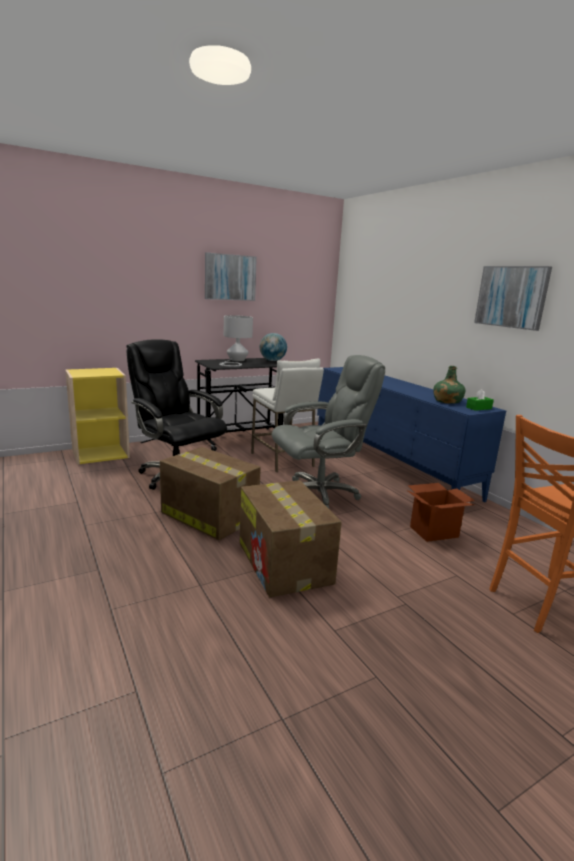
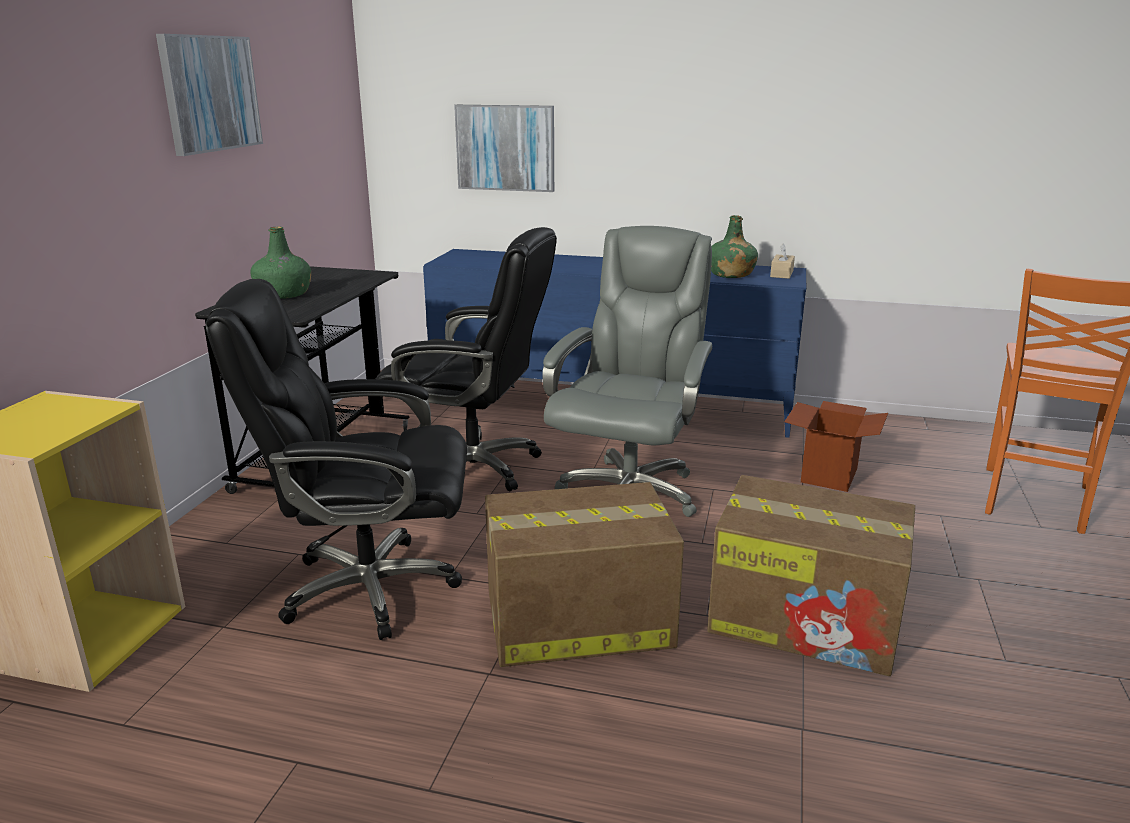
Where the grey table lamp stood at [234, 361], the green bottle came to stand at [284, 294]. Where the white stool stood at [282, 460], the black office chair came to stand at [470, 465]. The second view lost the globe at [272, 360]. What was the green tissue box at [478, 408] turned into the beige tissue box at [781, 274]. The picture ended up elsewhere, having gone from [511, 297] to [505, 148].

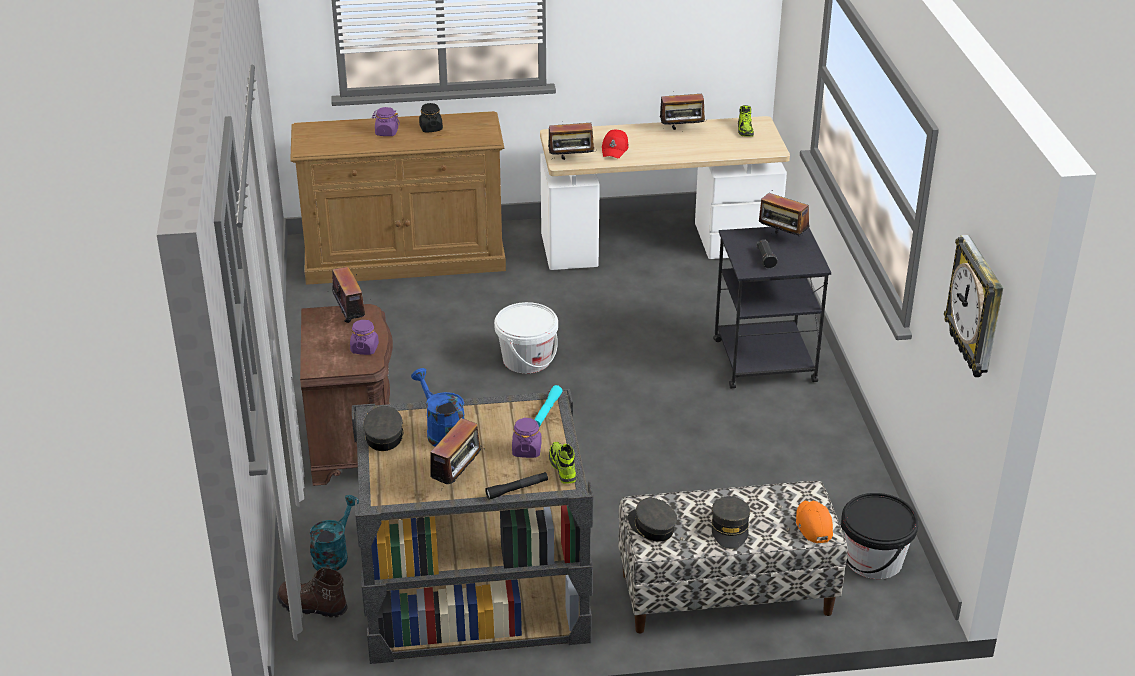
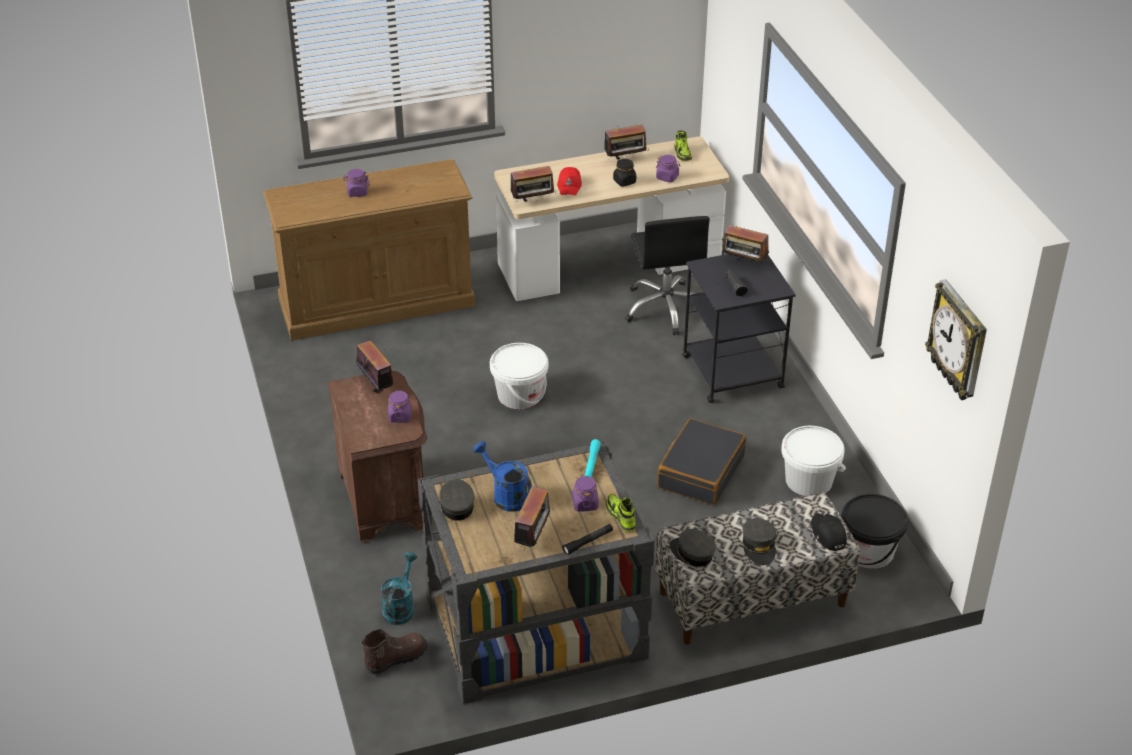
The brown boot at [312, 607] ended up facing another way, 135 degrees clockwise from before. The black jar ended up elsewhere, having gone from [431, 128] to [624, 181]. What was the orange cap at [813, 525] turned into the black cap at [827, 534]. The second view gained the black office chair at [666, 308]. The second view gained the purple jar at [667, 177]. The second view gained the black suitcase at [700, 472]. The second view gained the white bucket at [809, 480].

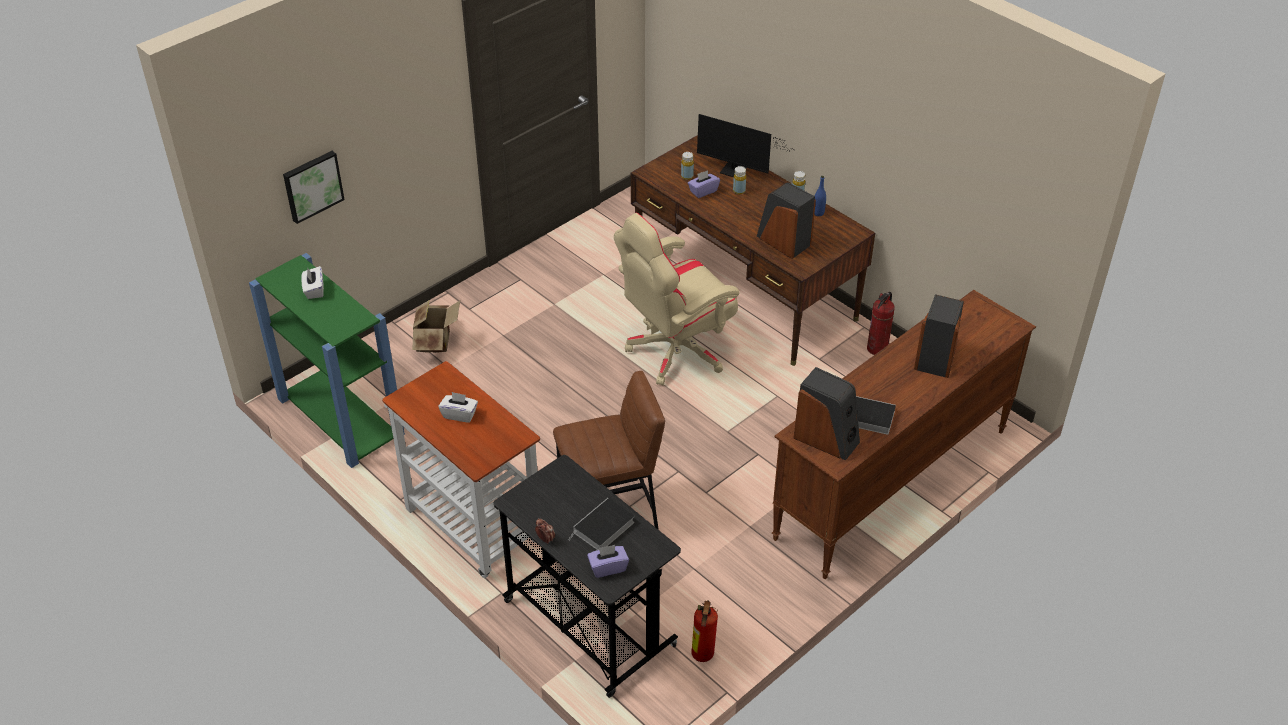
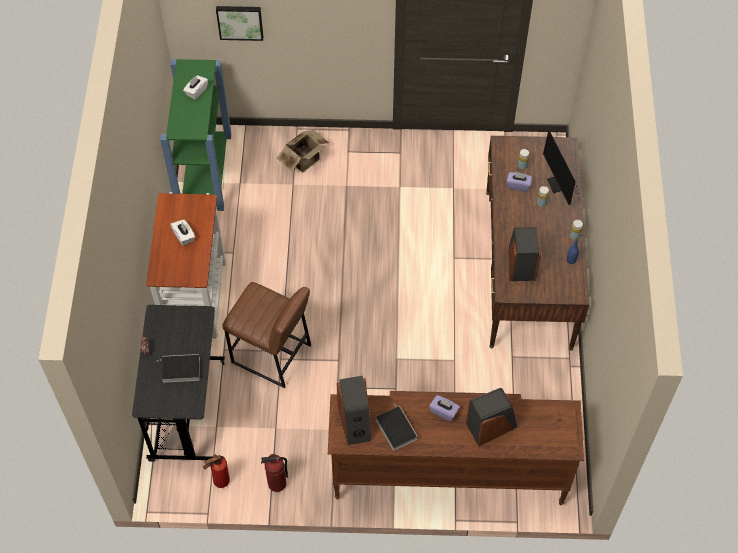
The purple tissue box ended up elsewhere, having gone from [608, 567] to [444, 411]. The second view lost the beige office chair at [677, 350]. The fire extinguisher ended up elsewhere, having gone from [877, 349] to [277, 483].

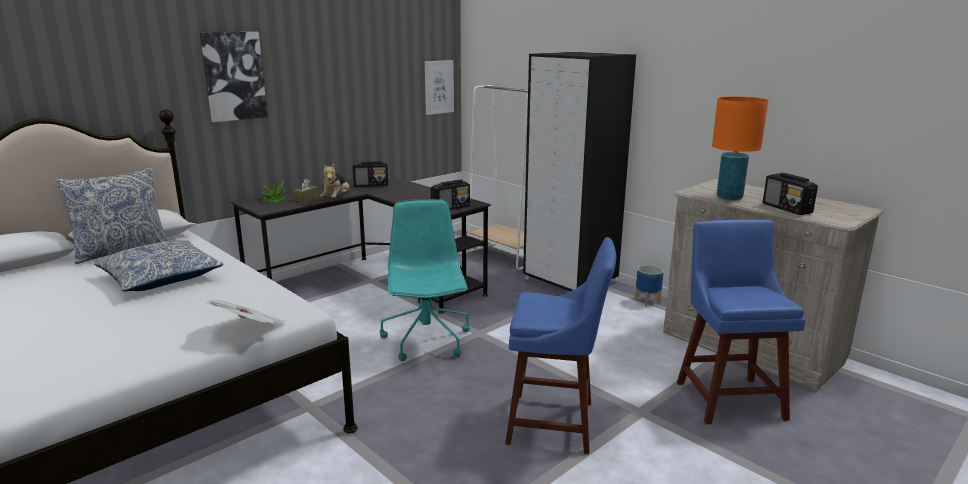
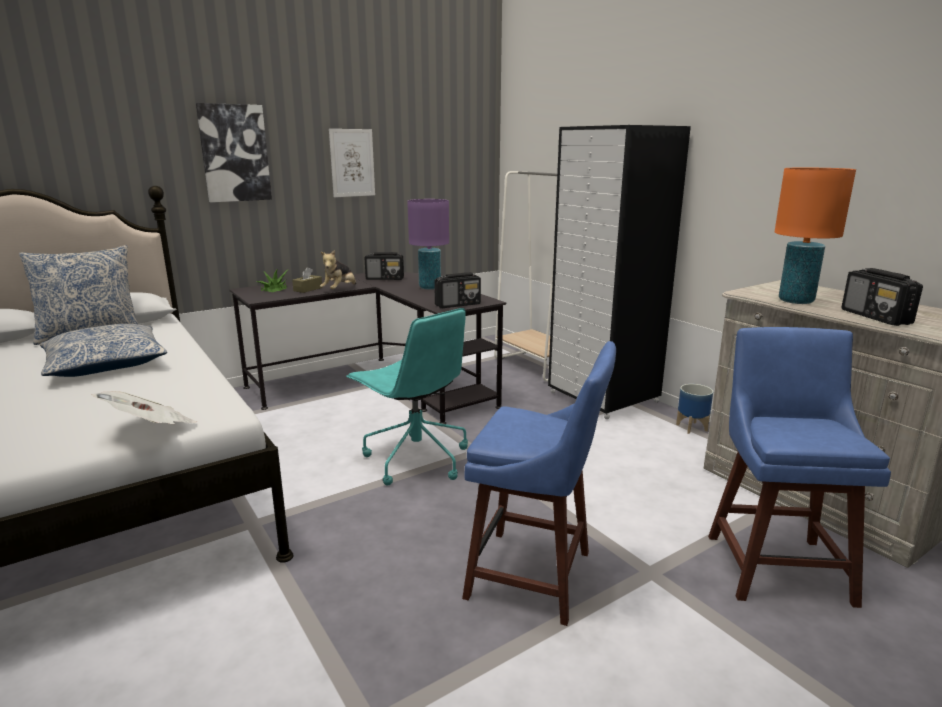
The turquoise office chair at [427, 343] ended up facing another way, 135 degrees clockwise from before. The picture ended up elsewhere, having gone from [439, 87] to [352, 163]. The second view gained the purple table lamp at [430, 287].

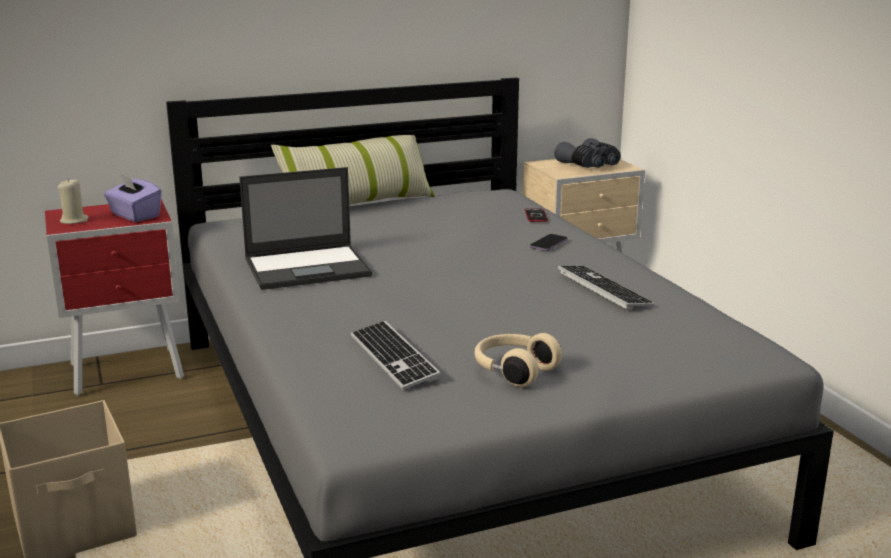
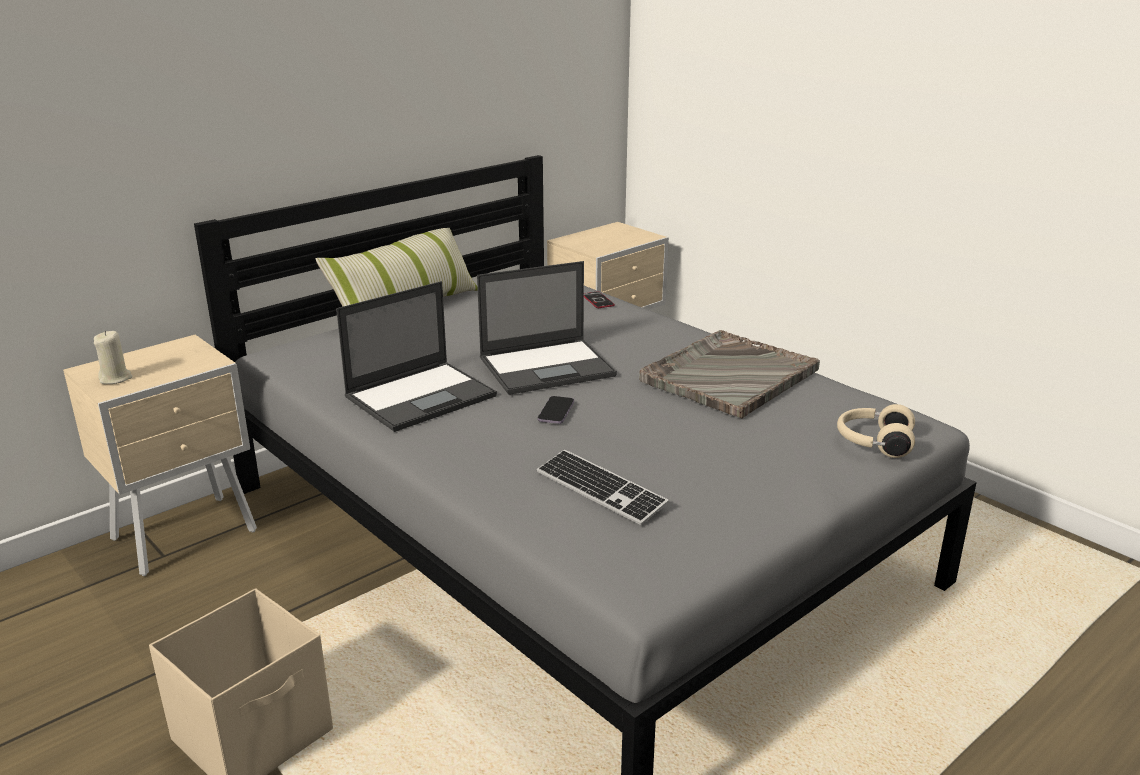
What was the red nightstand at [130, 372] turned into the beige nightstand at [188, 535]. The second view lost the purple tissue box at [134, 215]. The beige headphones ended up elsewhere, having gone from [513, 371] to [873, 443]. The phone ended up elsewhere, having gone from [548, 244] to [556, 412]. The second view lost the grey binoculars at [590, 165]. Where the keyboard stood at [604, 289], the grey tray came to stand at [728, 376]. The second view gained the laptop at [548, 366].

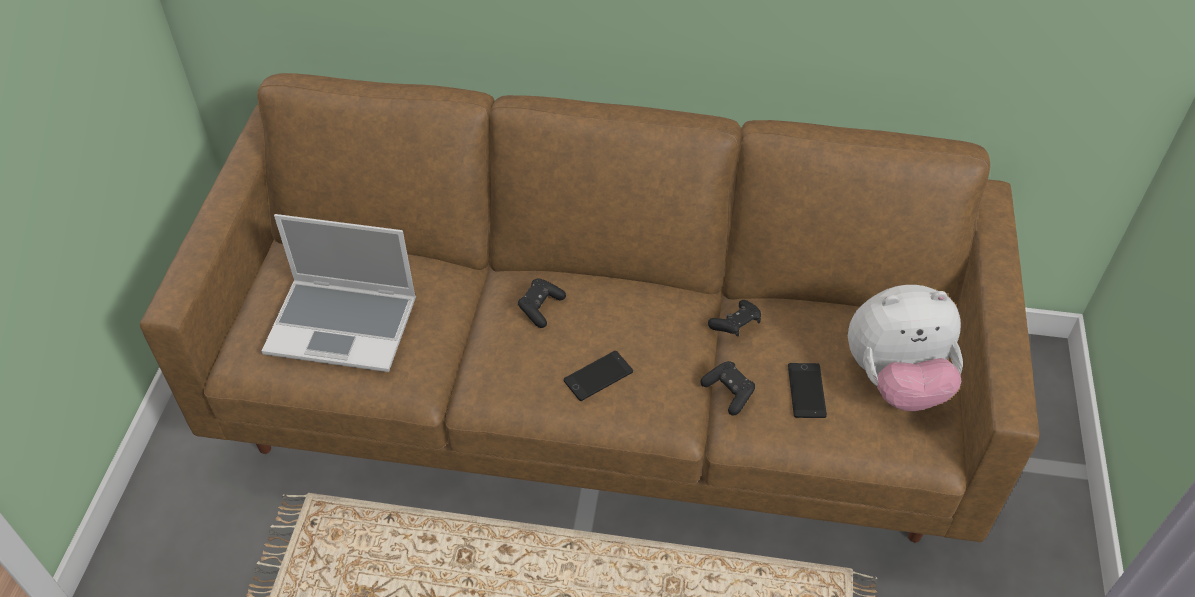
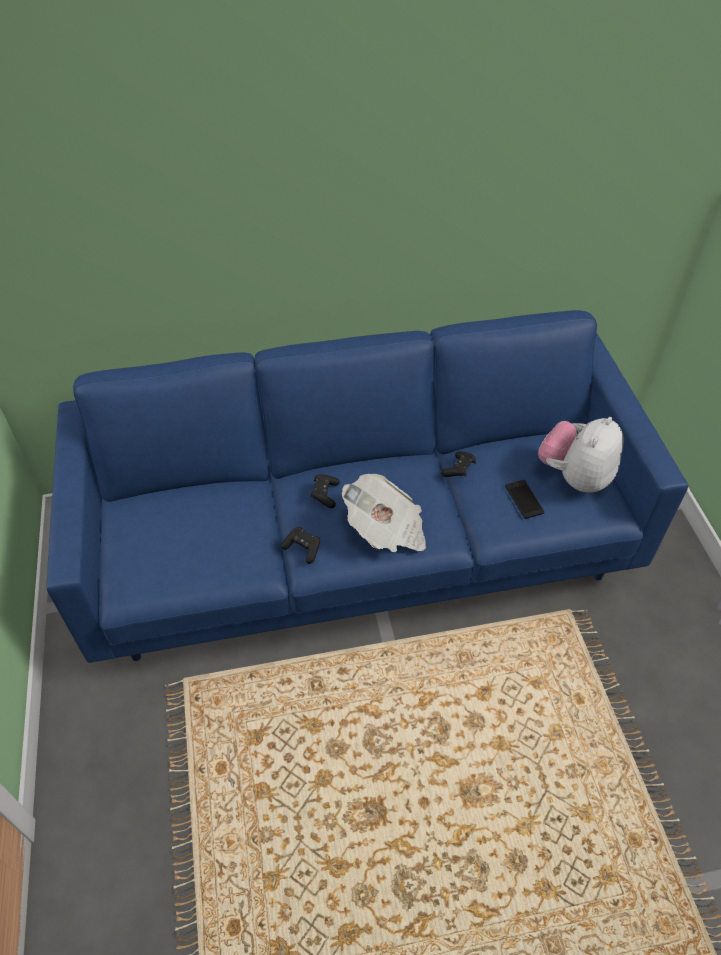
What was the brown sofa at [599, 399] turned into the blue sofa at [361, 549]. The second view lost the laptop at [344, 325]. Where the phone stood at [598, 376], the newspaper came to stand at [386, 529]. The black game controller ended up elsewhere, having gone from [729, 392] to [303, 548]. The plush toy at [896, 380] ended up facing another way, 150 degrees clockwise from before.

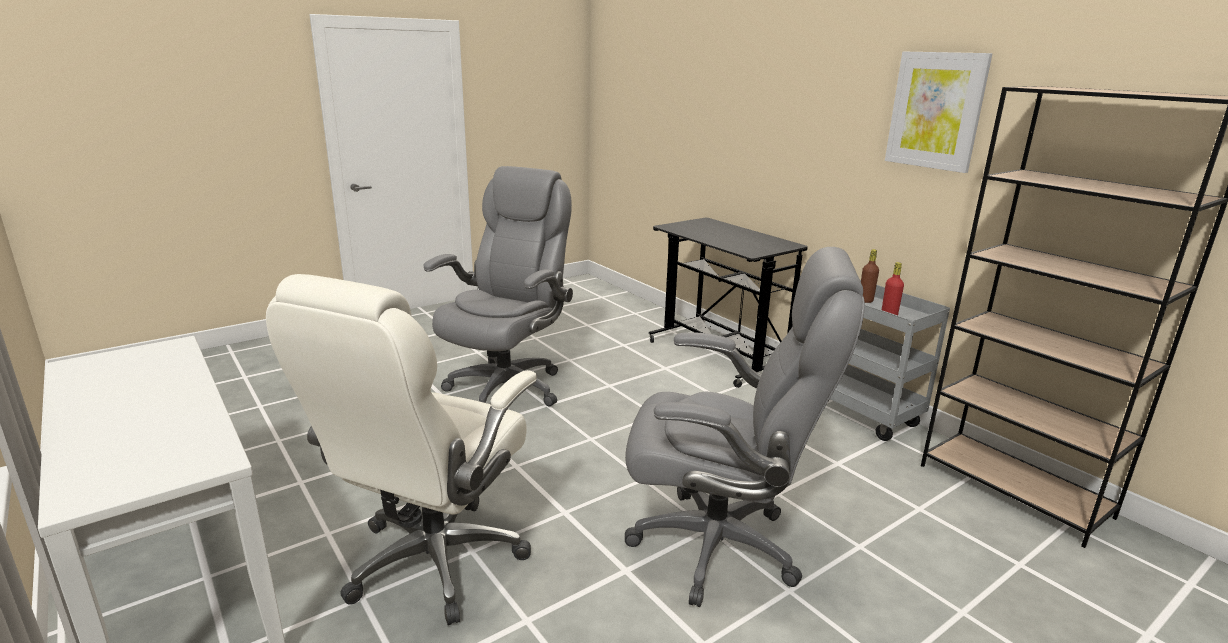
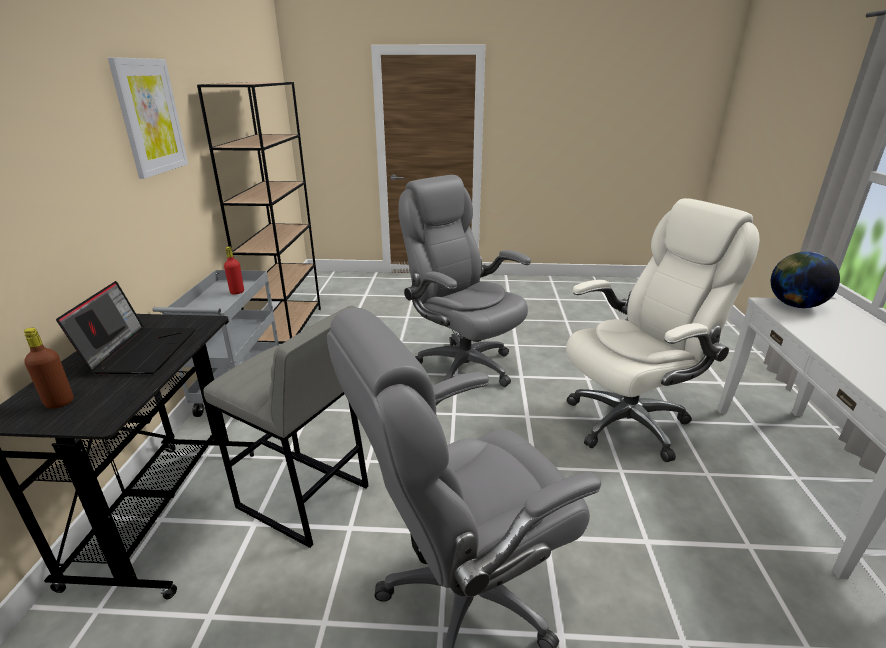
The brown bottle ended up elsewhere, having gone from [865, 300] to [59, 402]. The second view gained the laptop at [141, 350]. The second view gained the grey stool at [306, 498]. The second view gained the globe at [794, 305].

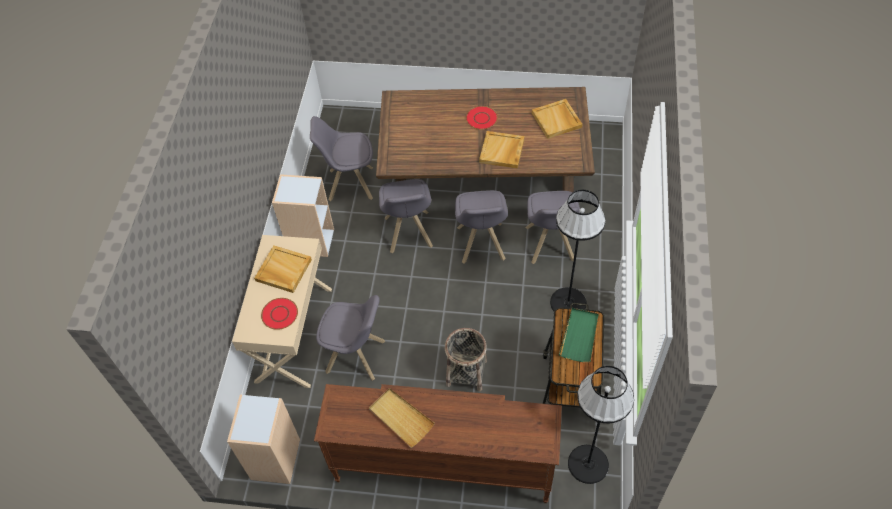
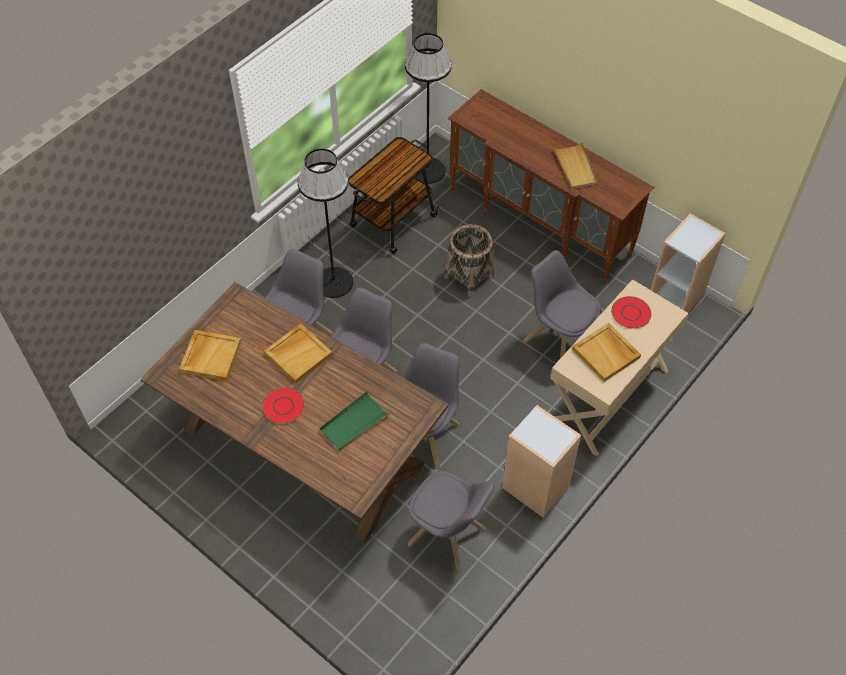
The green tray ended up elsewhere, having gone from [579, 336] to [353, 423].

